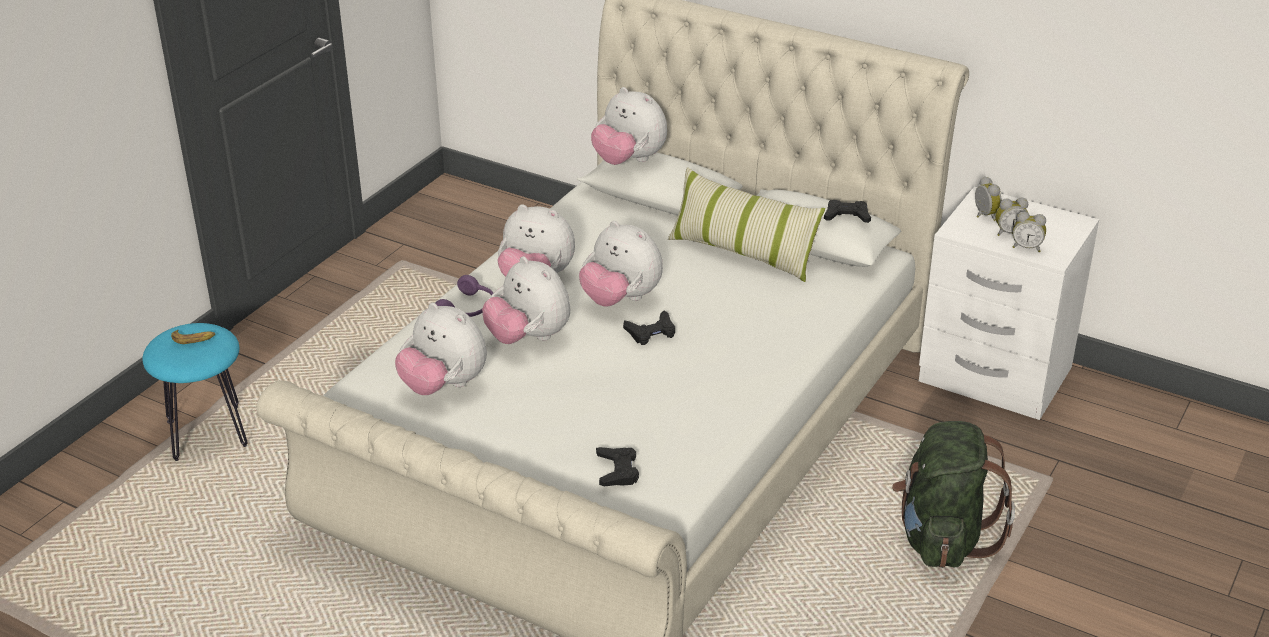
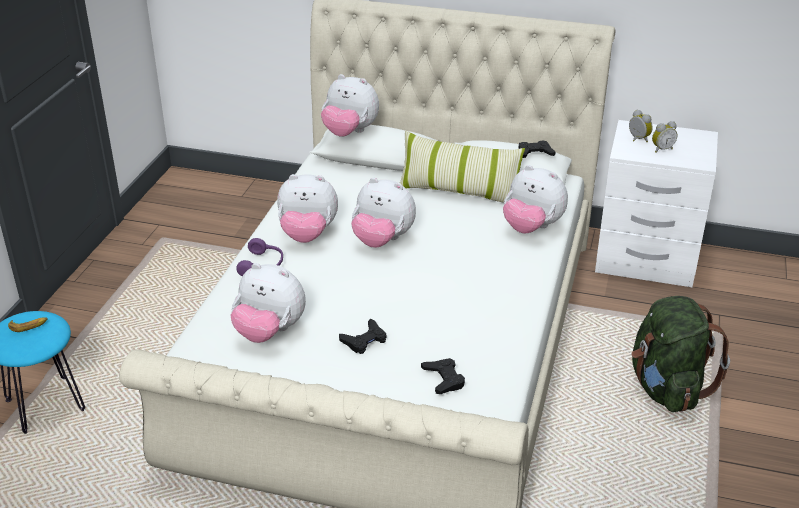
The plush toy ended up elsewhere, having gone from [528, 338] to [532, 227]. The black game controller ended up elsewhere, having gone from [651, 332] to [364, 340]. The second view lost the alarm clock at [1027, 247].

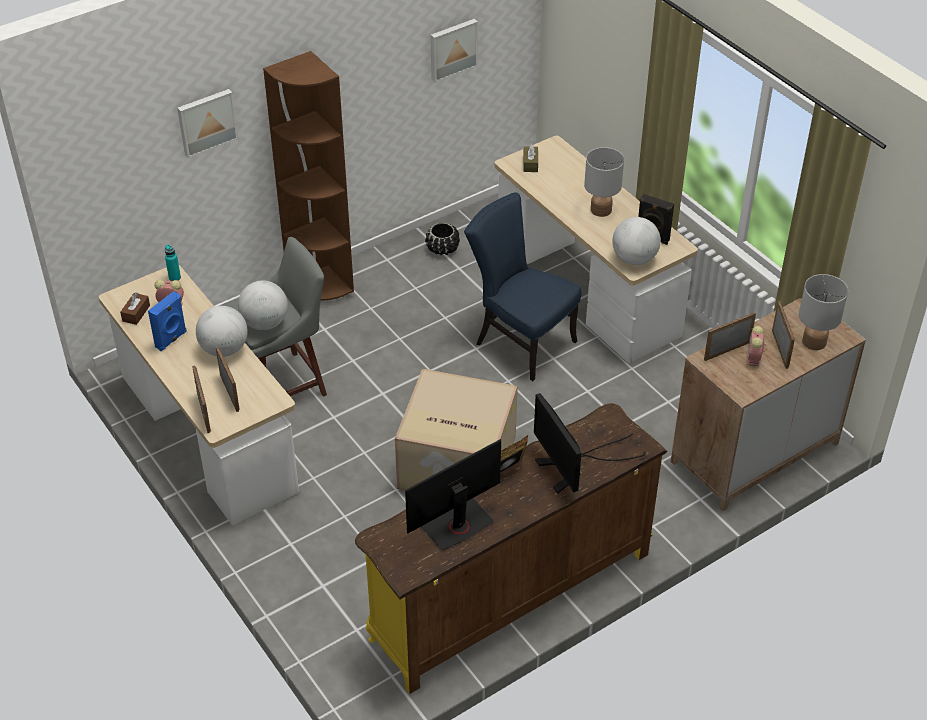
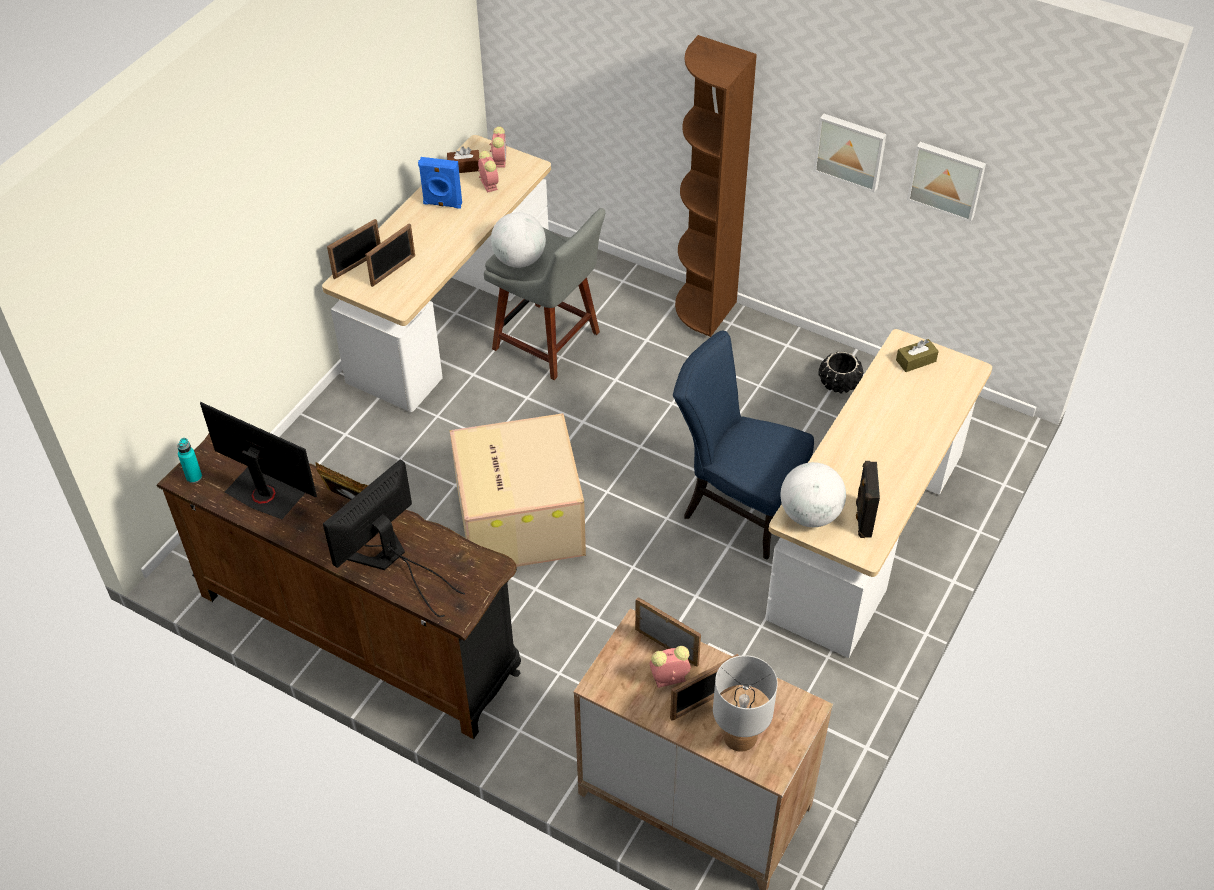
The turquoise bottle ended up elsewhere, having gone from [174, 277] to [194, 477]. The picture ended up elsewhere, having gone from [206, 122] to [850, 150]. The second view lost the globe at [224, 349]. What was the yellow cabinet at [509, 594] turned into the black cabinet at [360, 631]. The blue chair at [519, 341] ended up facing another way, 75 degrees counterclockwise from before. The second view lost the grey table lamp at [601, 210]. The second view gained the alarm clock at [499, 160].

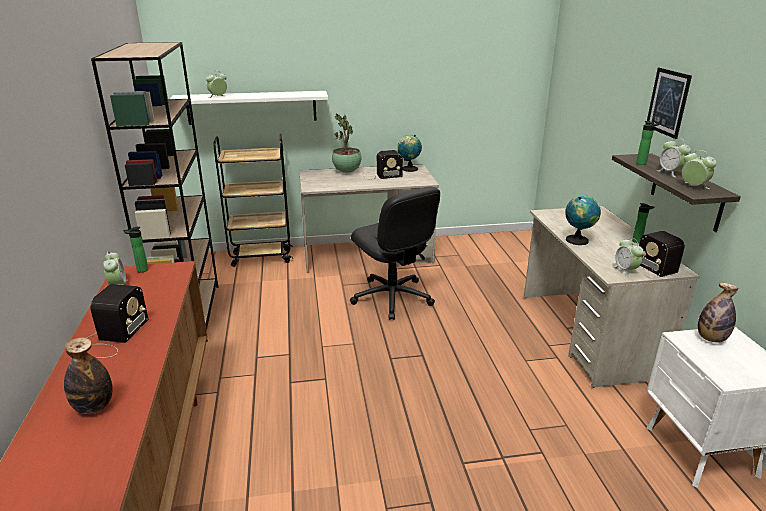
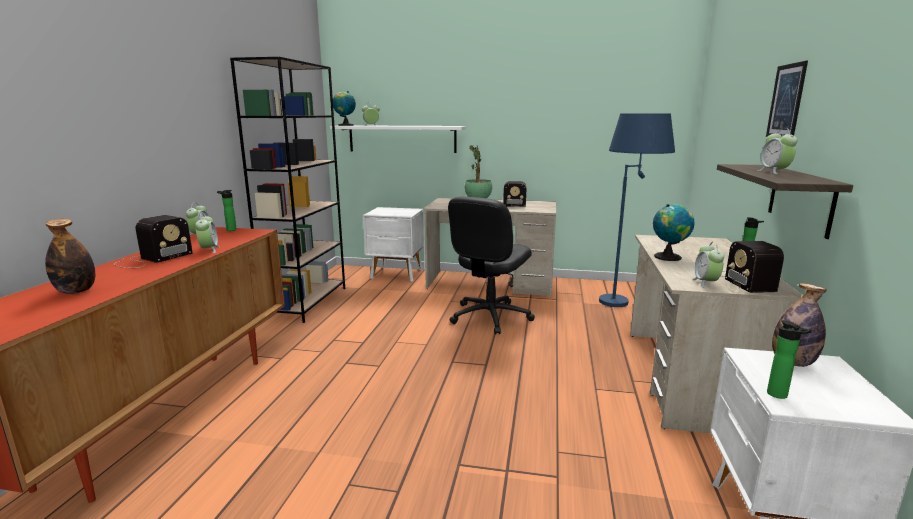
Where the brown cart stood at [262, 257], the white nightstand came to stand at [397, 274]. The black office chair at [392, 298] ended up facing another way, 45 degrees clockwise from before. The globe ended up elsewhere, having gone from [408, 169] to [345, 125]. The bottle ended up elsewhere, having gone from [642, 164] to [780, 395]. The alarm clock ended up elsewhere, having gone from [693, 186] to [209, 250]. The second view gained the blue floor lamp at [625, 299].

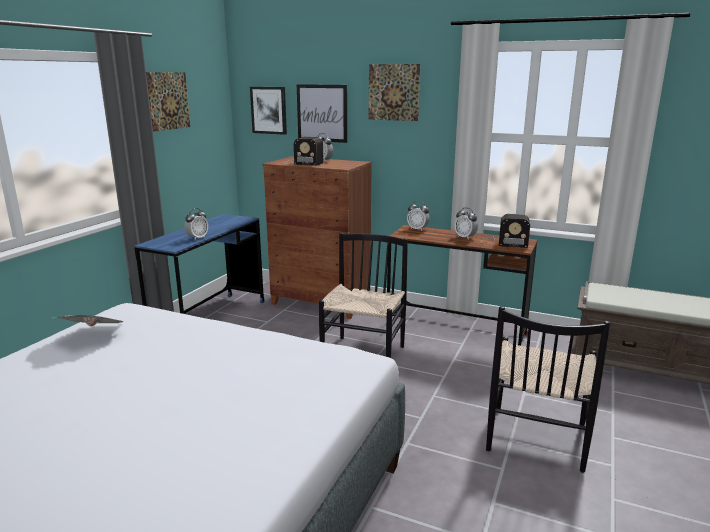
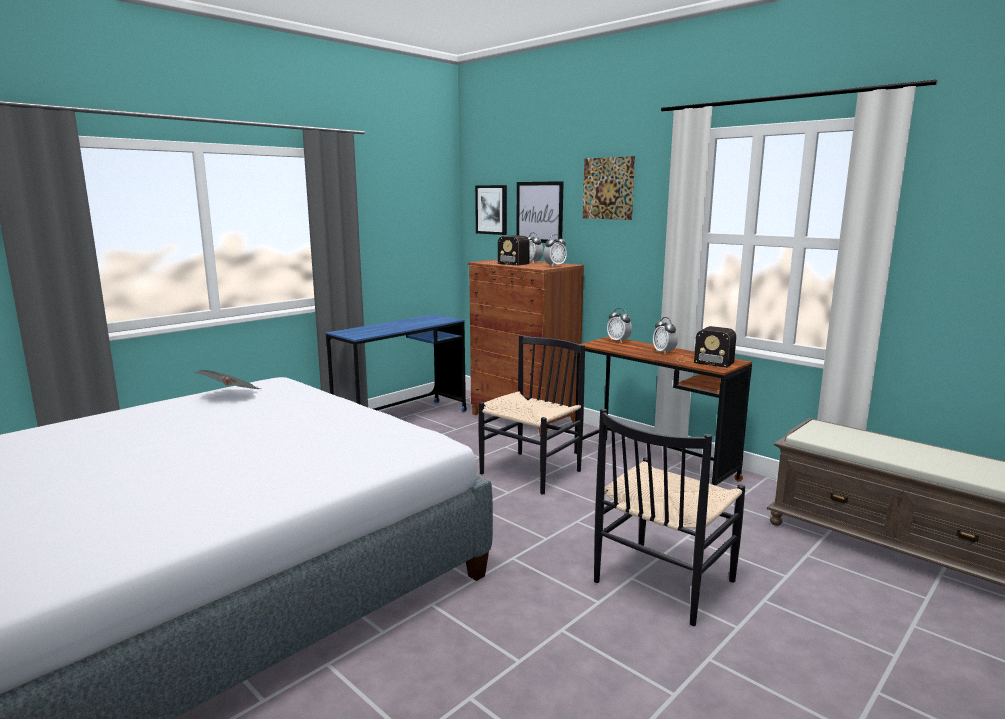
The second view lost the picture at [168, 101]. The alarm clock ended up elsewhere, having gone from [197, 238] to [554, 266].

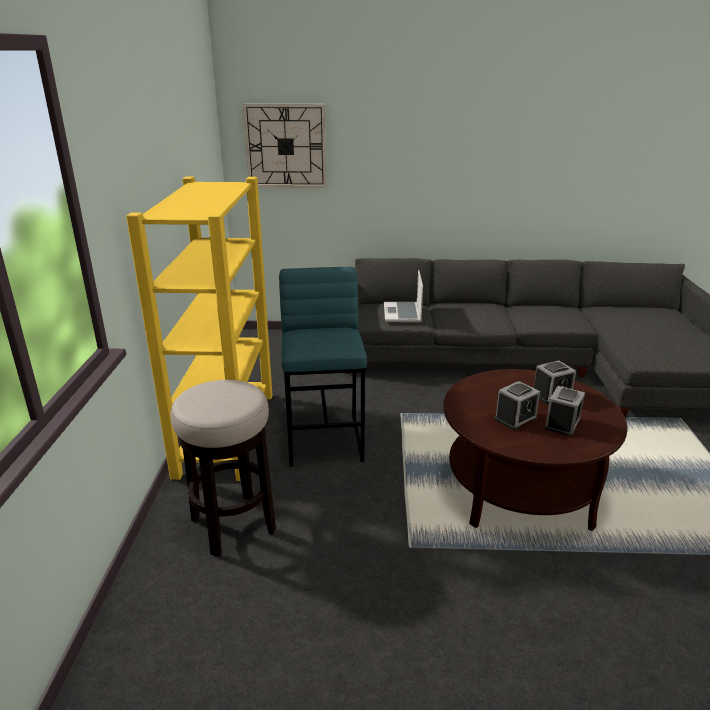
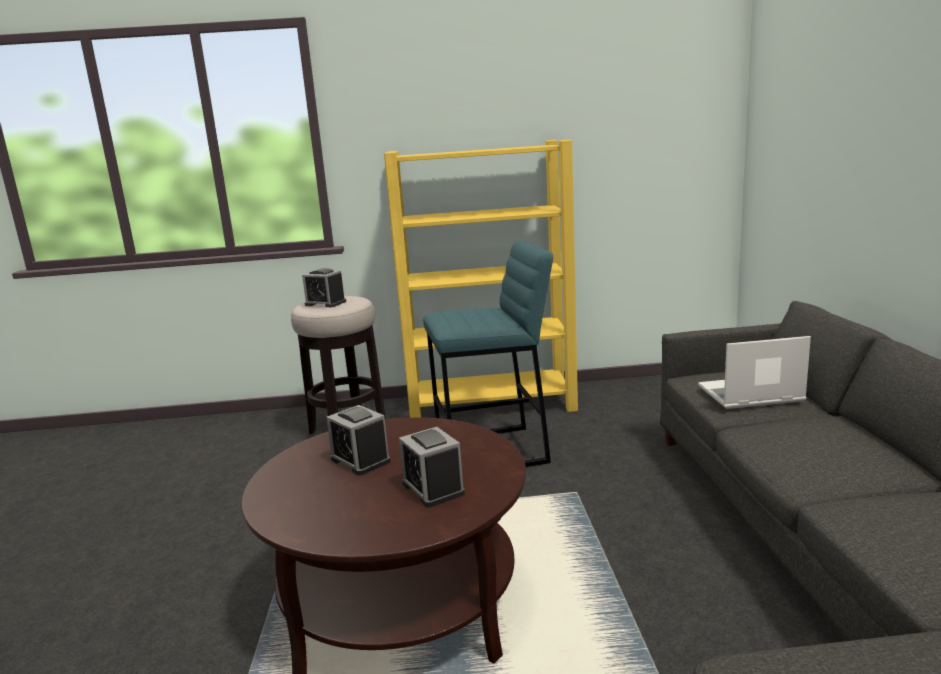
The second view lost the wall clock at [286, 146]. The alarm clock ended up elsewhere, having gone from [562, 424] to [325, 303].

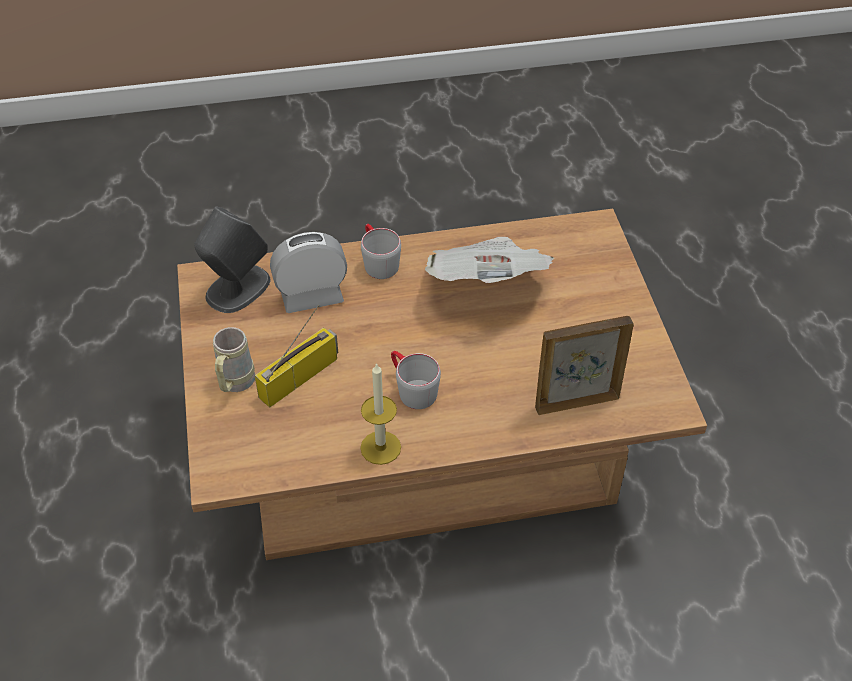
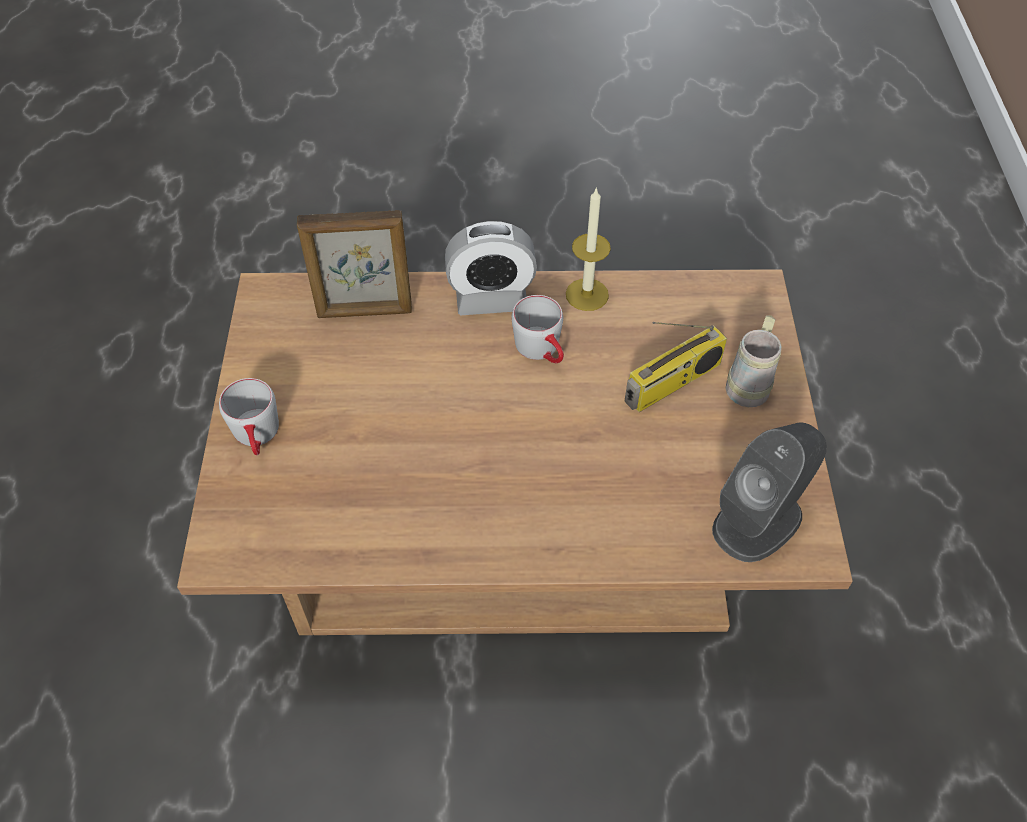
The alarm clock ended up elsewhere, having gone from [312, 297] to [491, 299]. The grey mug ended up elsewhere, having gone from [377, 261] to [258, 437]. The second view lost the newspaper at [487, 284].

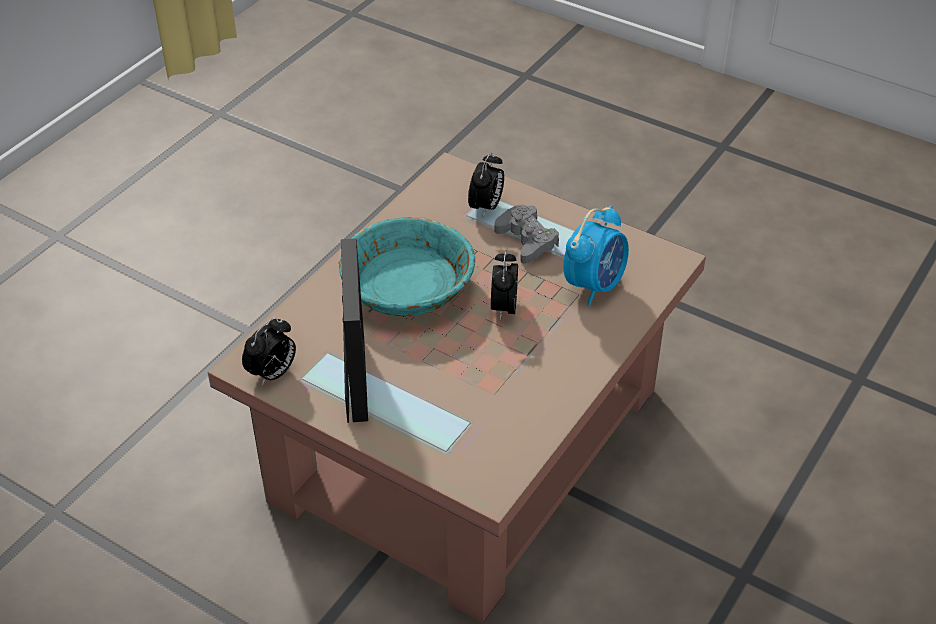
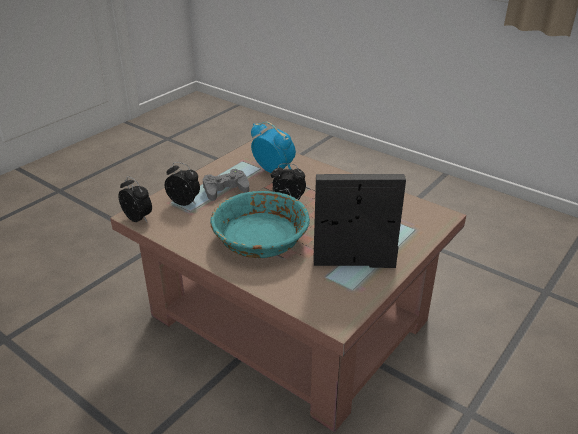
The alarm clock ended up elsewhere, having gone from [272, 374] to [138, 218].

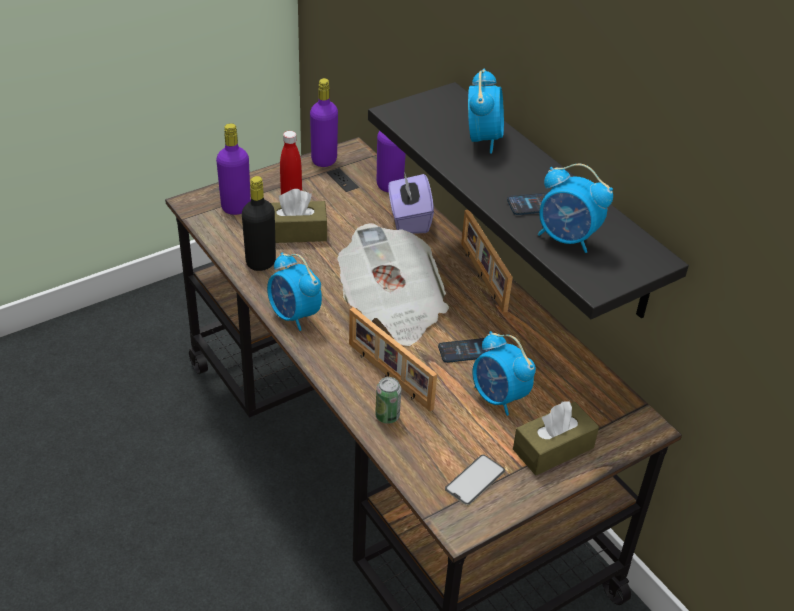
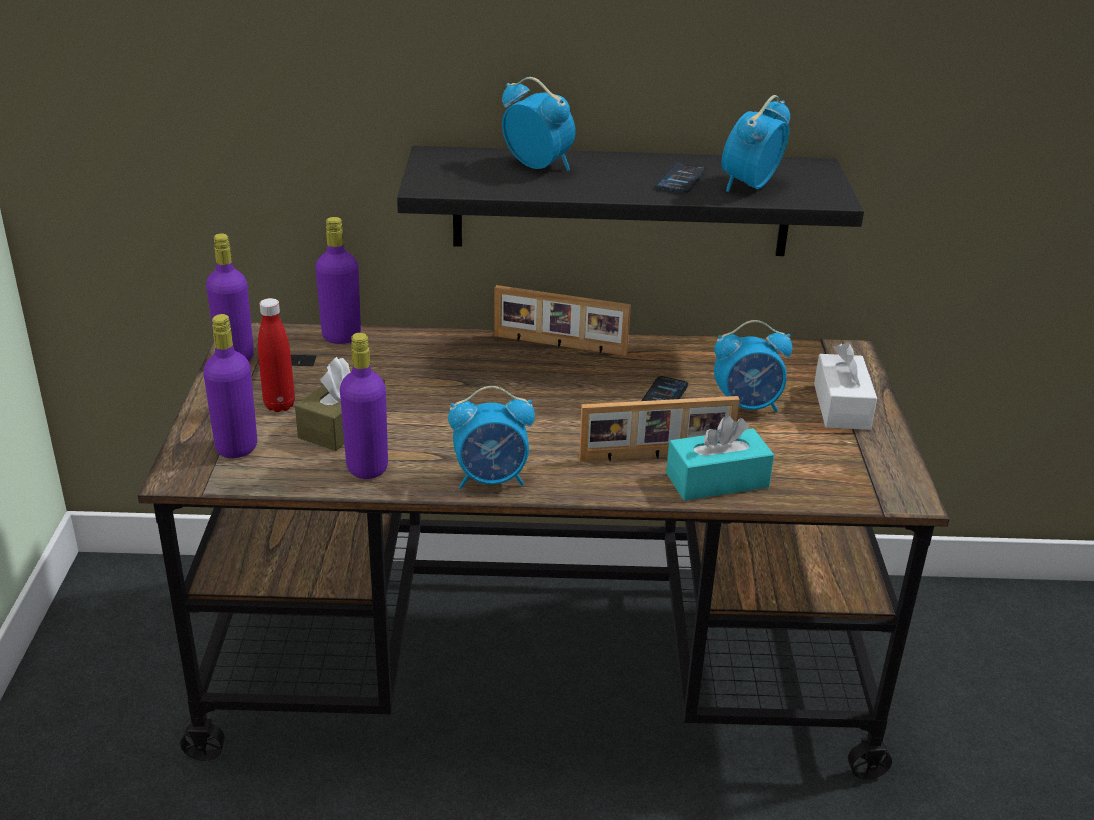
What was the black bottle at [260, 262] turned into the purple bottle at [367, 468]. The second view lost the newspaper at [392, 307]. Where the can stood at [387, 416], the turquoise tissue box came to stand at [717, 480]. The second view lost the purple tissue box at [409, 219]. The second view lost the phone at [475, 480]. What was the brown tissue box at [553, 448] turned into the white tissue box at [841, 406]. The alarm clock at [567, 239] ended up facing another way, 150 degrees clockwise from before.

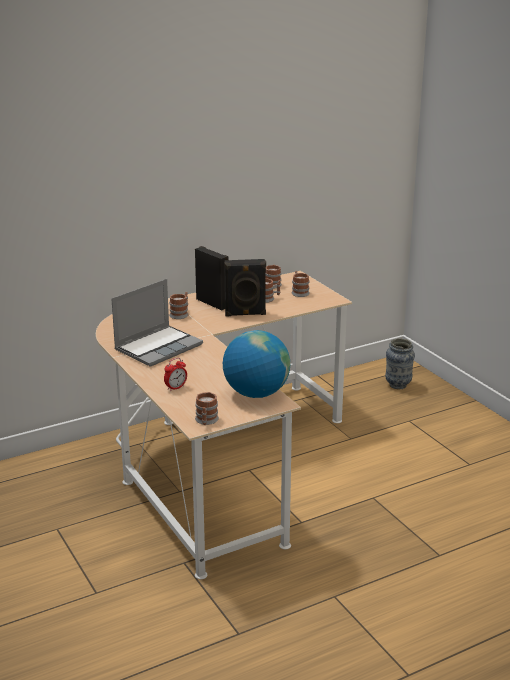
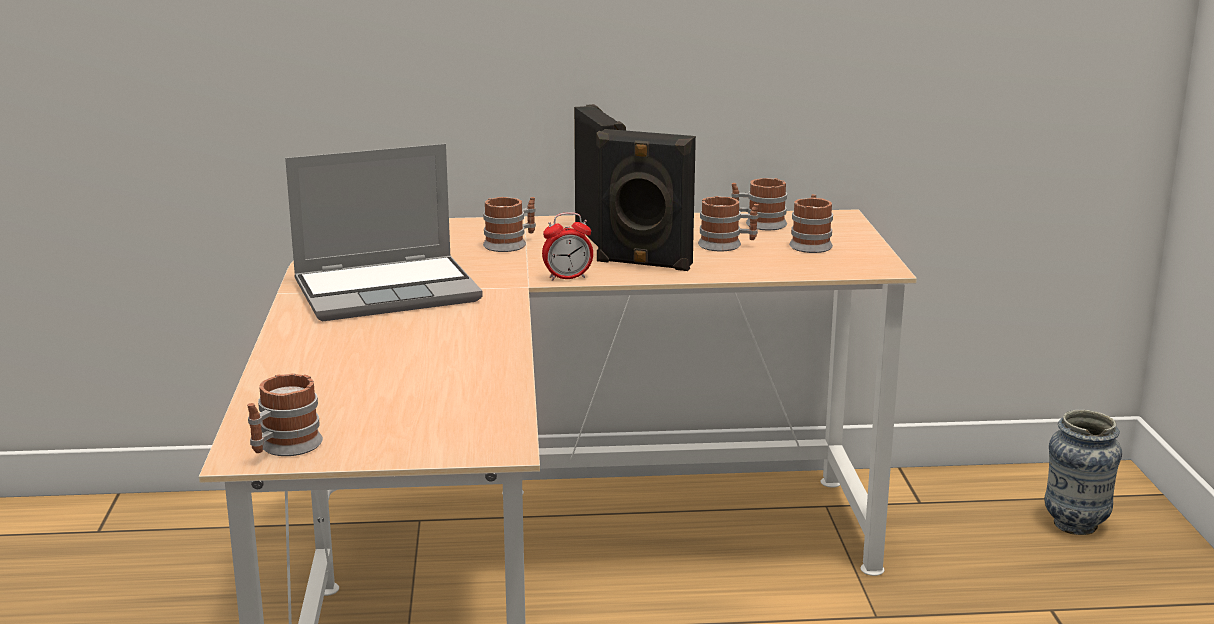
The alarm clock ended up elsewhere, having gone from [175, 388] to [567, 277]. The second view lost the globe at [256, 393].

